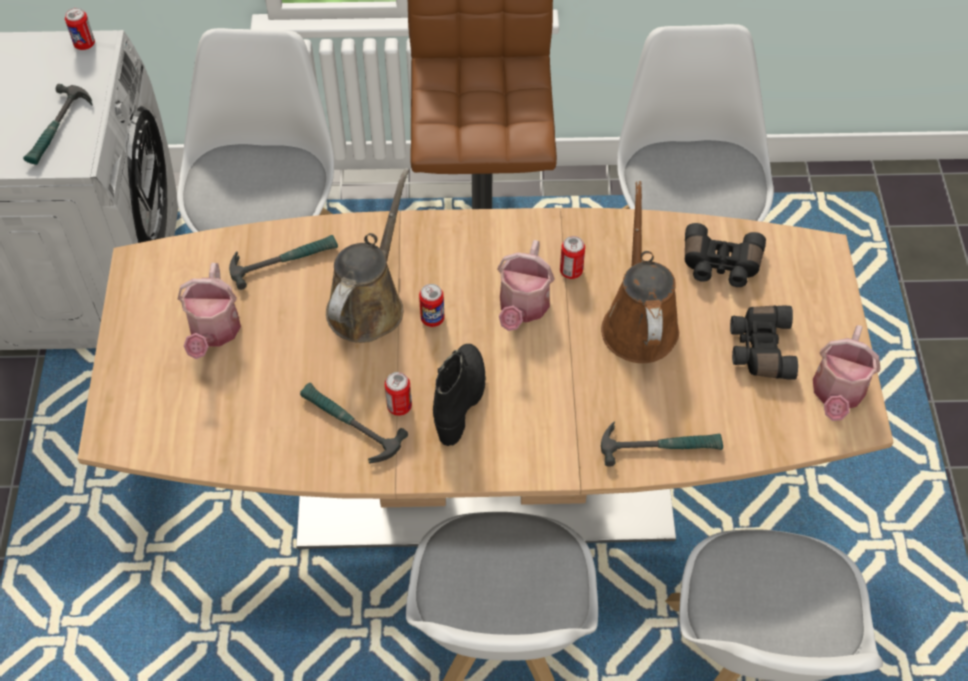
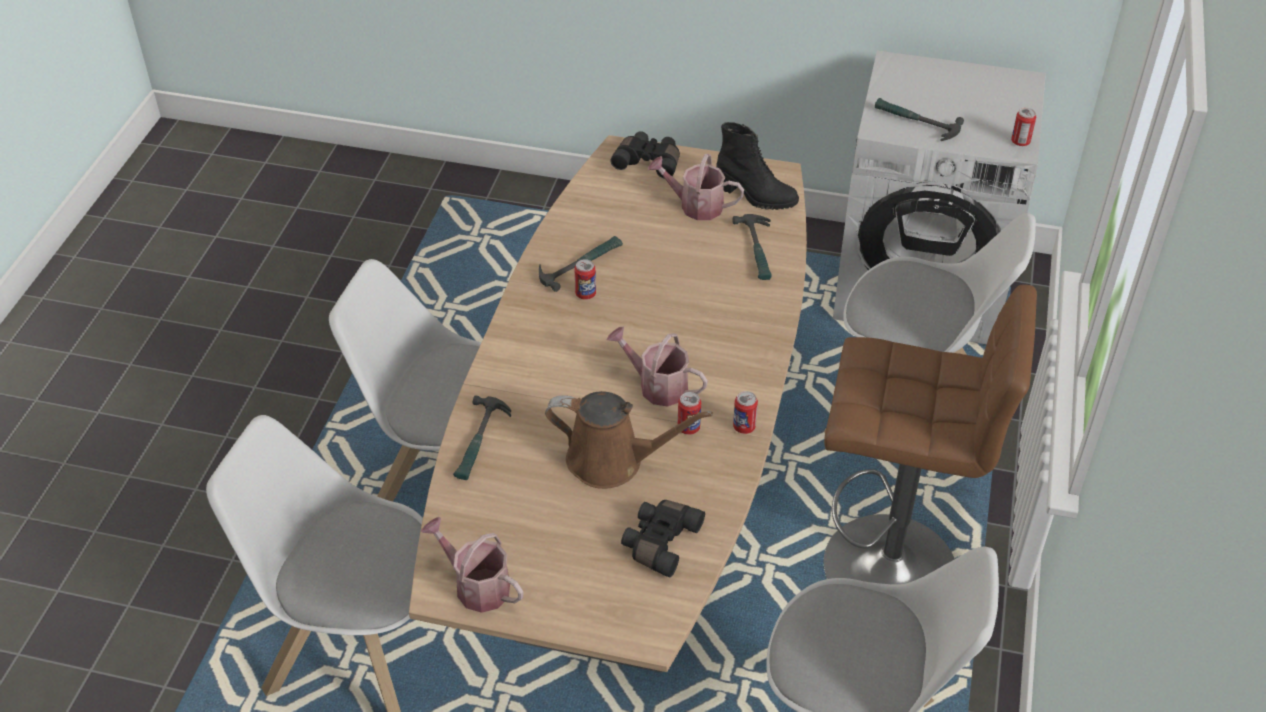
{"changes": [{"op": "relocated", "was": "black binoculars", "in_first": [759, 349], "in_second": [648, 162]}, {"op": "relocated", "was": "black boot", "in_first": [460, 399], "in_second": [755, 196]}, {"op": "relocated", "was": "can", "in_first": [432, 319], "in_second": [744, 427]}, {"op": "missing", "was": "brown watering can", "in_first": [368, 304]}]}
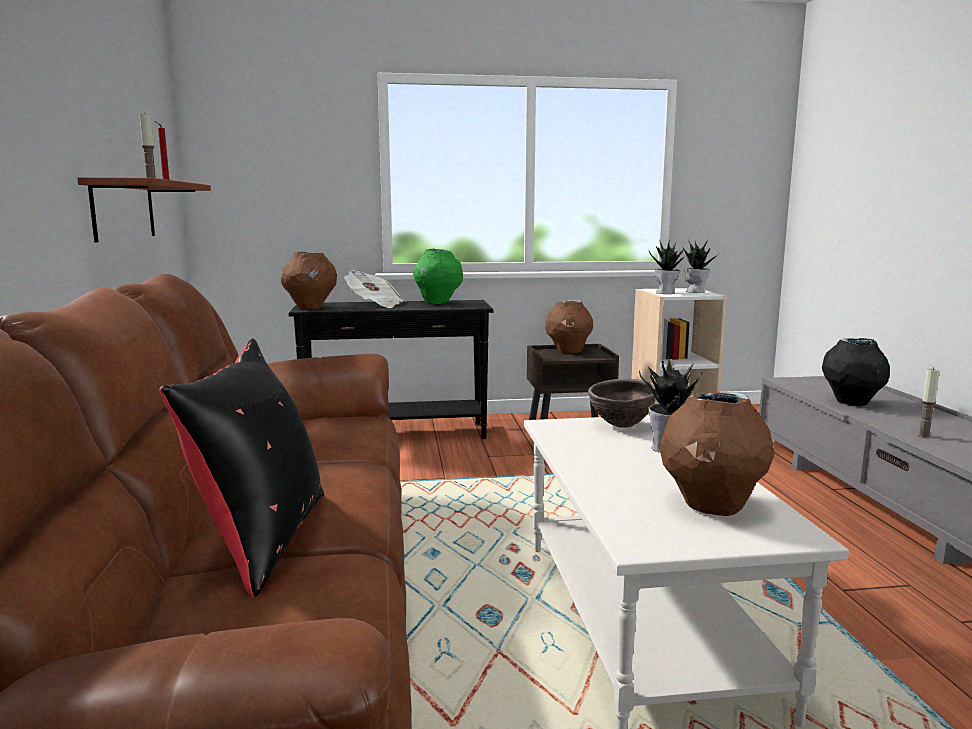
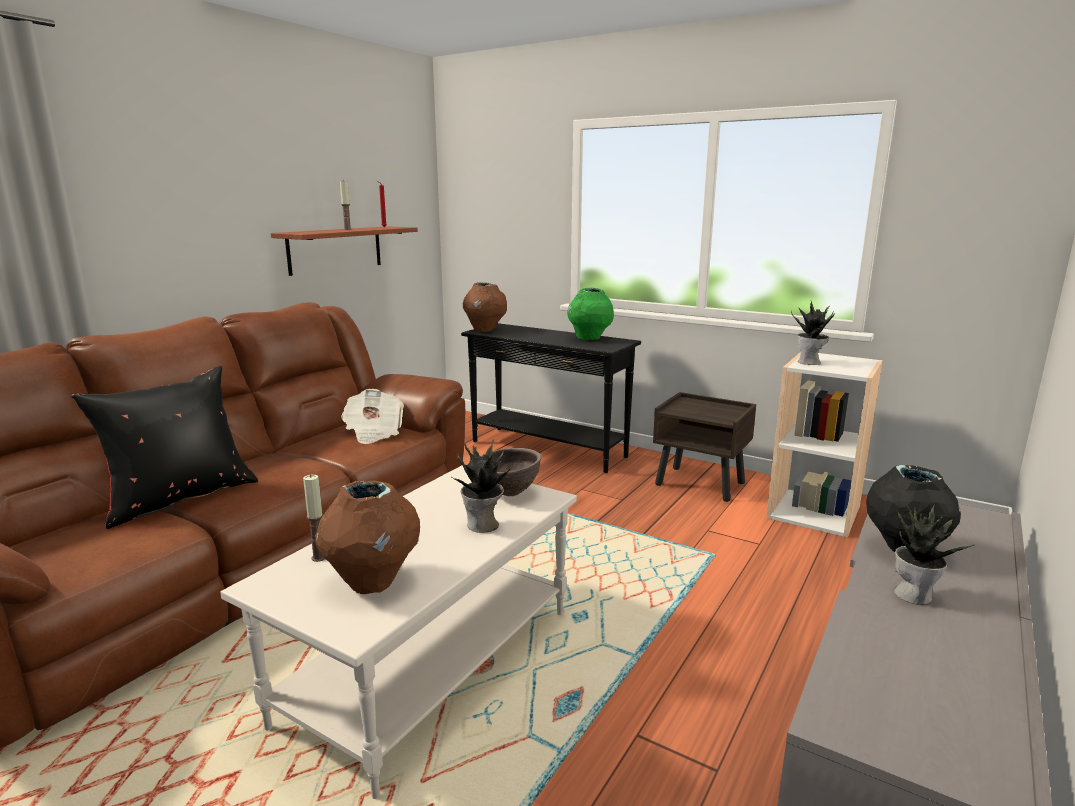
{"changes": [{"op": "relocated", "was": "candle", "in_first": [924, 436], "in_second": [319, 557]}, {"op": "relocated", "was": "newspaper", "in_first": [374, 305], "in_second": [373, 432]}, {"op": "relocated", "was": "potted plant", "in_first": [695, 291], "in_second": [914, 594]}, {"op": "missing", "was": "brown vase", "in_first": [568, 351]}]}
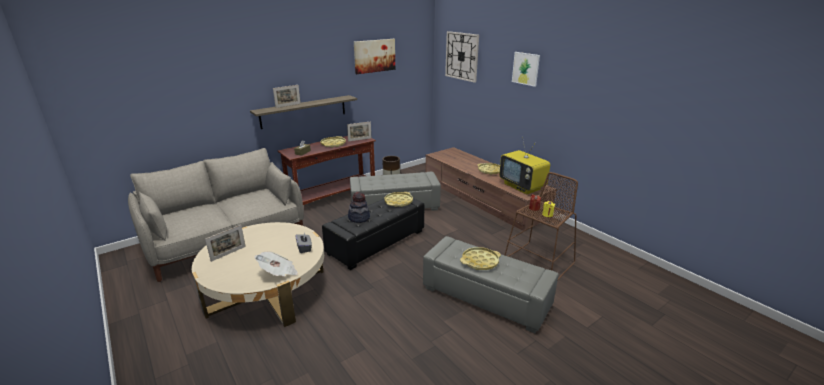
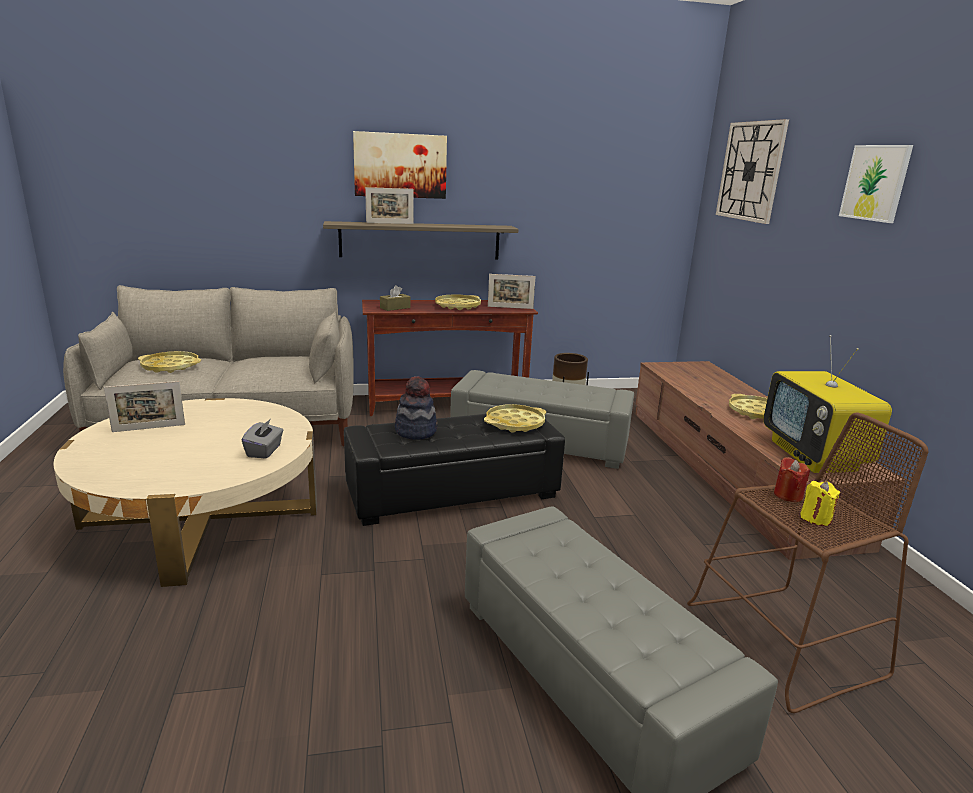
{"changes": [{"op": "relocated", "was": "yellow tray", "in_first": [480, 261], "in_second": [170, 366]}, {"op": "relocated", "was": "picture", "in_first": [374, 56], "in_second": [400, 165]}, {"op": "missing", "was": "newspaper", "in_first": [278, 273]}]}
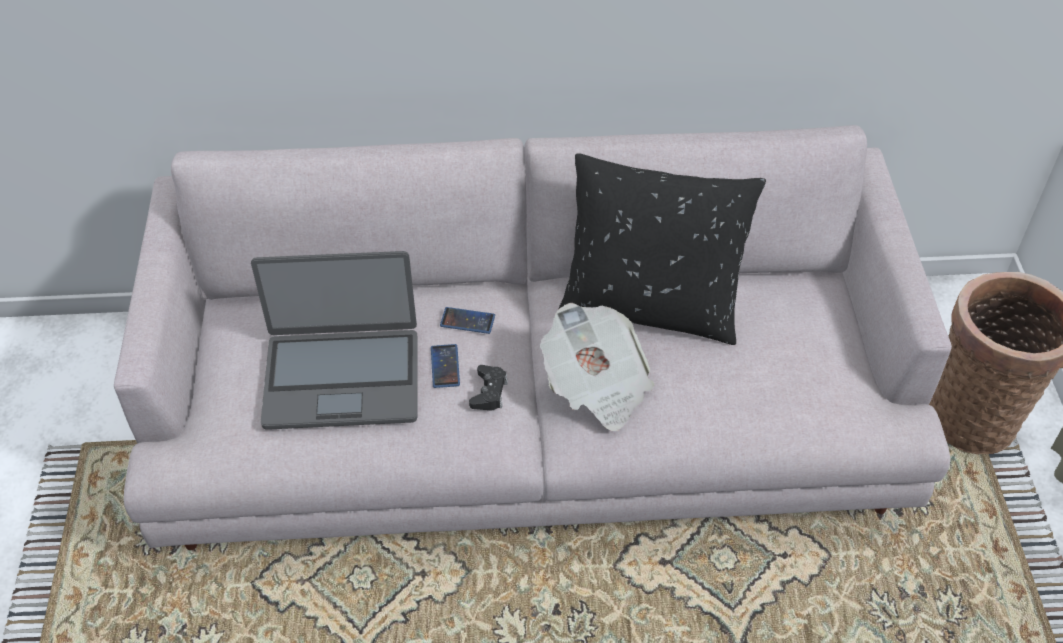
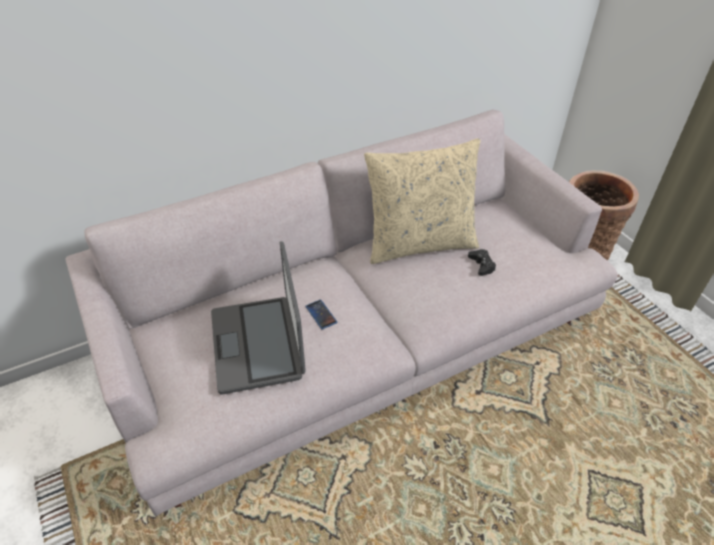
{"changes": [{"op": "spun", "was": "laptop", "in_first": [342, 378], "in_second": [258, 344], "clockwise": 105}, {"op": "colour", "was": "black pillow", "now": "beige pillow", "in_first": [650, 307], "in_second": [419, 243]}, {"op": "relocated", "was": "black game controller", "in_first": [489, 392], "in_second": [481, 265]}, {"op": "missing", "was": "phone", "in_first": [467, 321]}, {"op": "missing", "was": "newspaper", "in_first": [596, 385]}]}
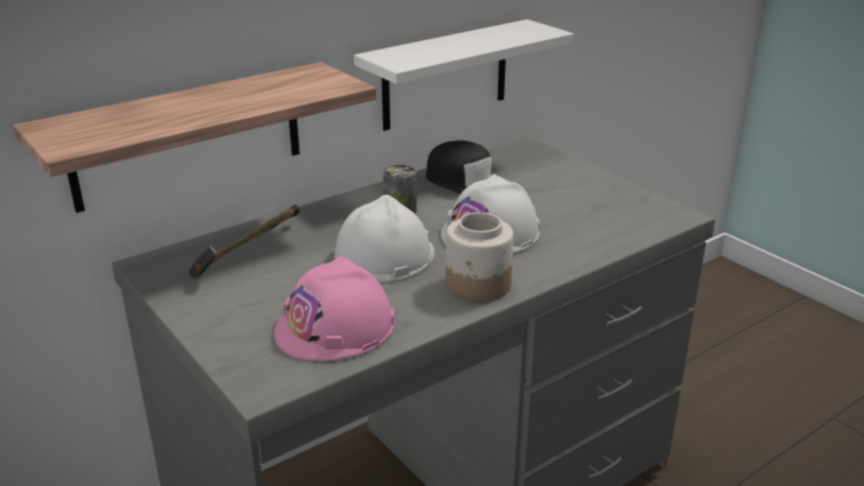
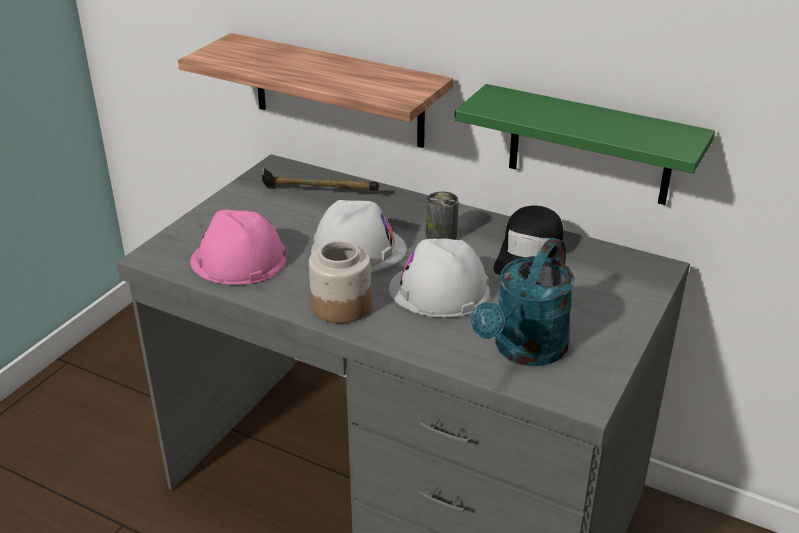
{"changes": [{"op": "colour", "was": "white shelf", "now": "green shelf", "in_first": [445, 75], "in_second": [589, 146]}, {"op": "appeared", "now": "turquoise watering can", "in_second": [524, 351]}]}
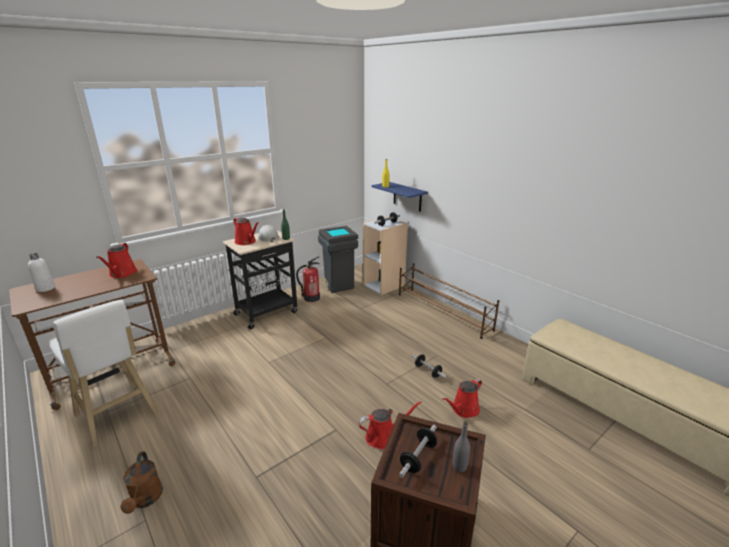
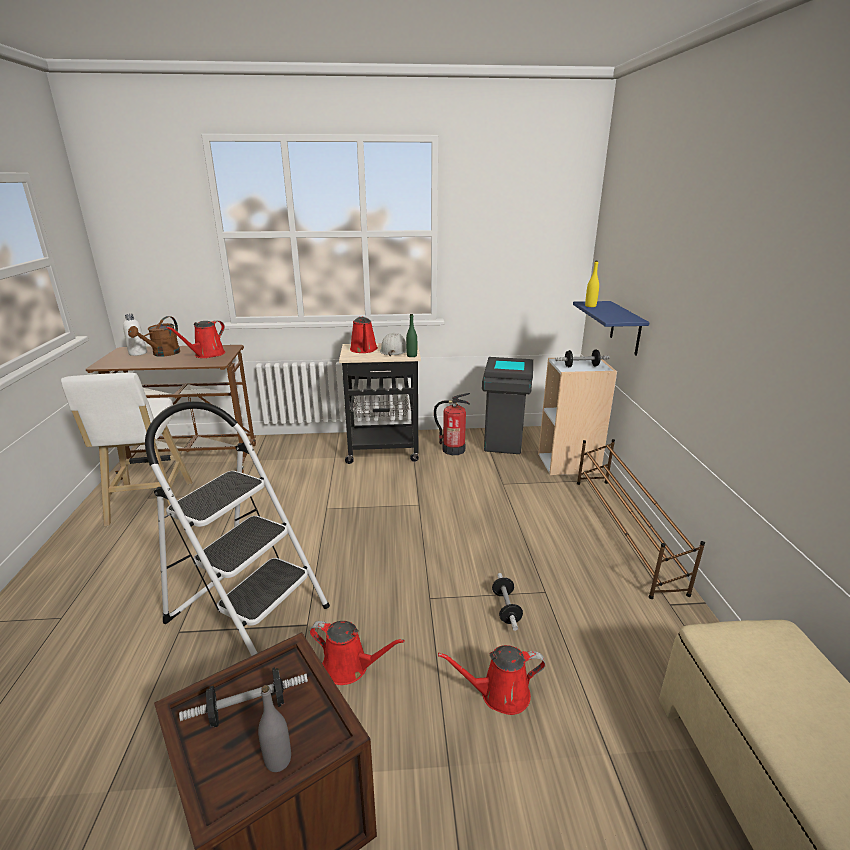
{"changes": [{"op": "relocated", "was": "brown watering can", "in_first": [146, 499], "in_second": [162, 354]}, {"op": "appeared", "now": "step ladder", "in_second": [245, 612]}]}
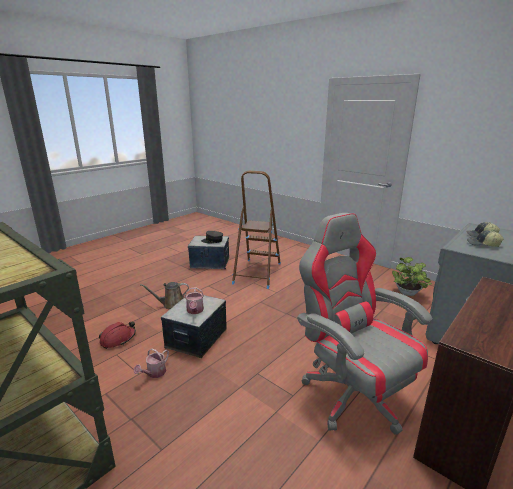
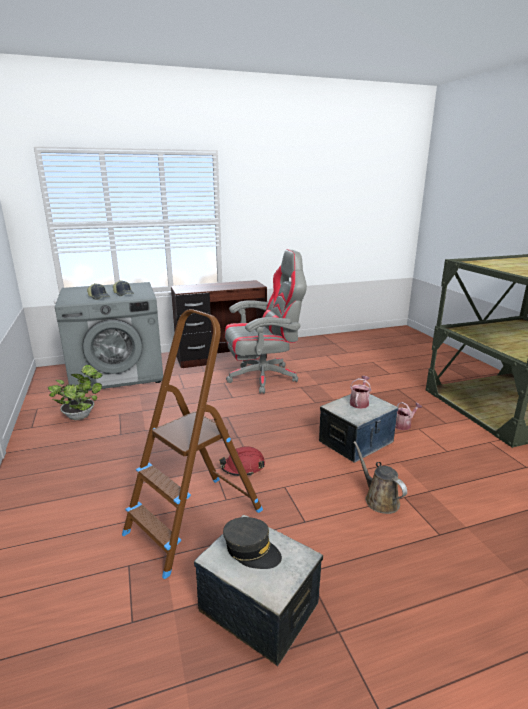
{"changes": [{"op": "relocated", "was": "red hard hat", "in_first": [118, 339], "in_second": [243, 467]}, {"op": "spun", "was": "grey office chair", "in_first": [354, 396], "in_second": [262, 377], "clockwise": -105}, {"op": "spun", "was": "brown watering can", "in_first": [171, 305], "in_second": [379, 499], "clockwise": -135}]}
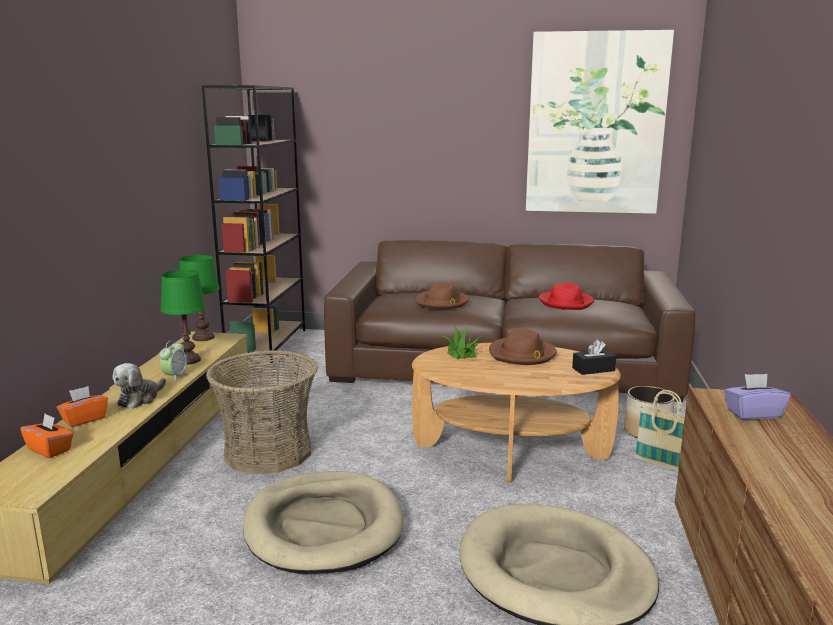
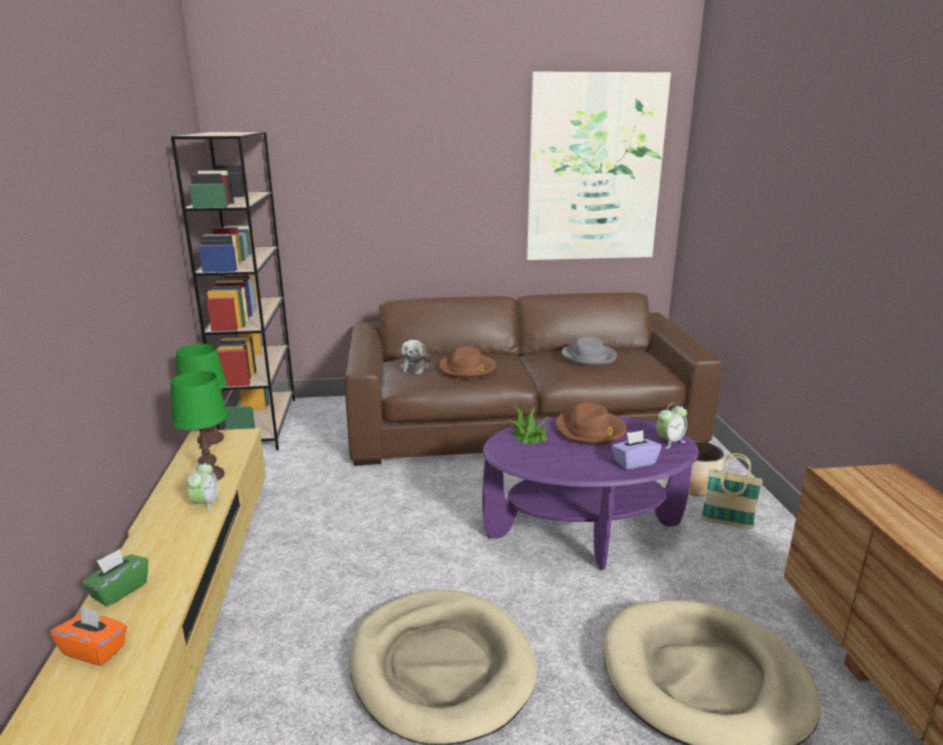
{"changes": [{"op": "colour", "was": "orange tissue box", "now": "green tissue box", "in_first": [84, 419], "in_second": [119, 590]}, {"op": "relocated", "was": "plush toy", "in_first": [140, 398], "in_second": [416, 367]}, {"op": "colour", "was": "brown coffee table", "now": "purple coffee table", "in_first": [510, 452], "in_second": [584, 531]}, {"op": "colour", "was": "red hat", "now": "grey hat", "in_first": [566, 303], "in_second": [589, 357]}, {"op": "relocated", "was": "purple tissue box", "in_first": [753, 413], "in_second": [634, 462]}, {"op": "exchanged", "was": "black tissue box", "now": "alarm clock", "in_first": [593, 369], "in_second": [669, 442]}, {"op": "missing", "was": "basket", "in_first": [268, 452]}]}
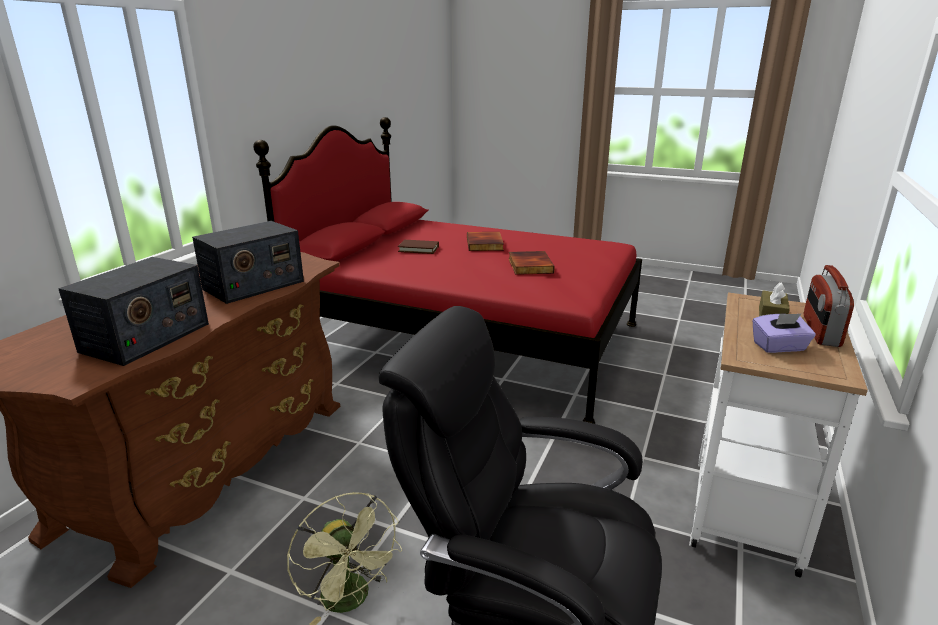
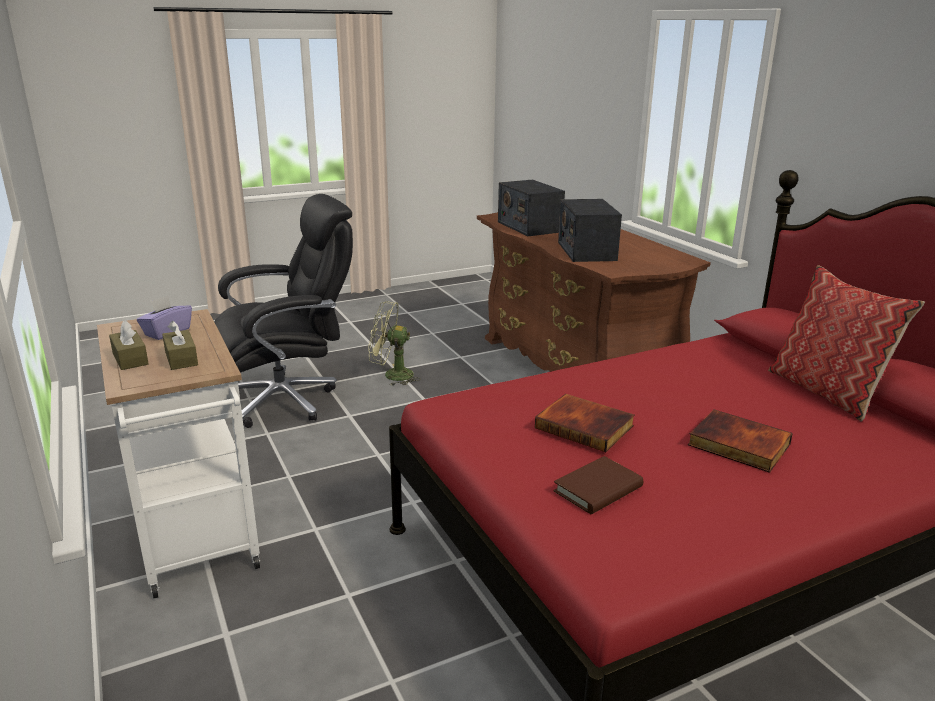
{"changes": [{"op": "exchanged", "was": "radio", "now": "brown tissue box", "in_first": [820, 331], "in_second": [130, 359]}, {"op": "relocated", "was": "brown book", "in_first": [418, 249], "in_second": [598, 489]}, {"op": "appeared", "now": "pillow", "in_second": [827, 392]}]}
